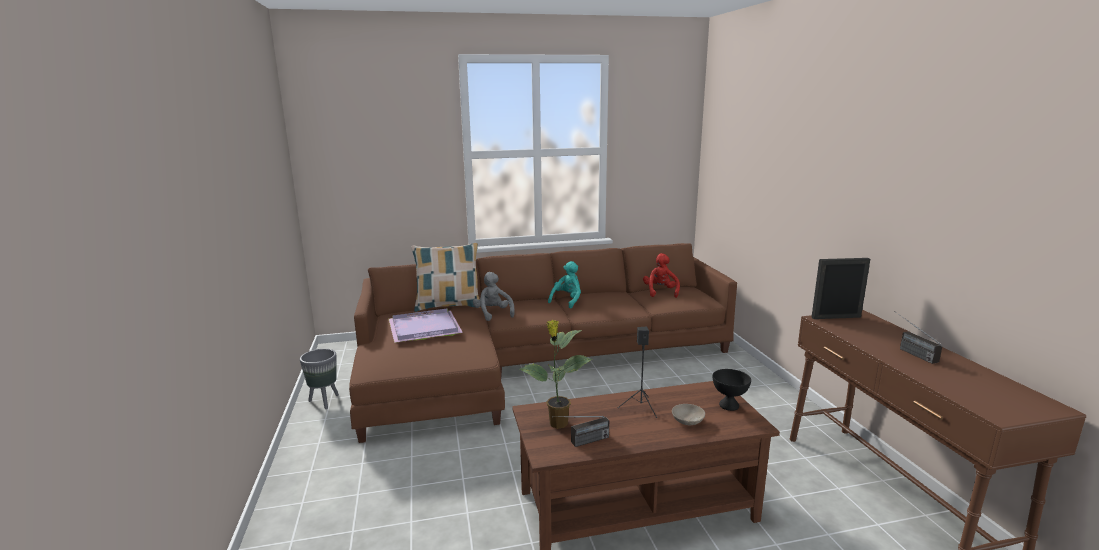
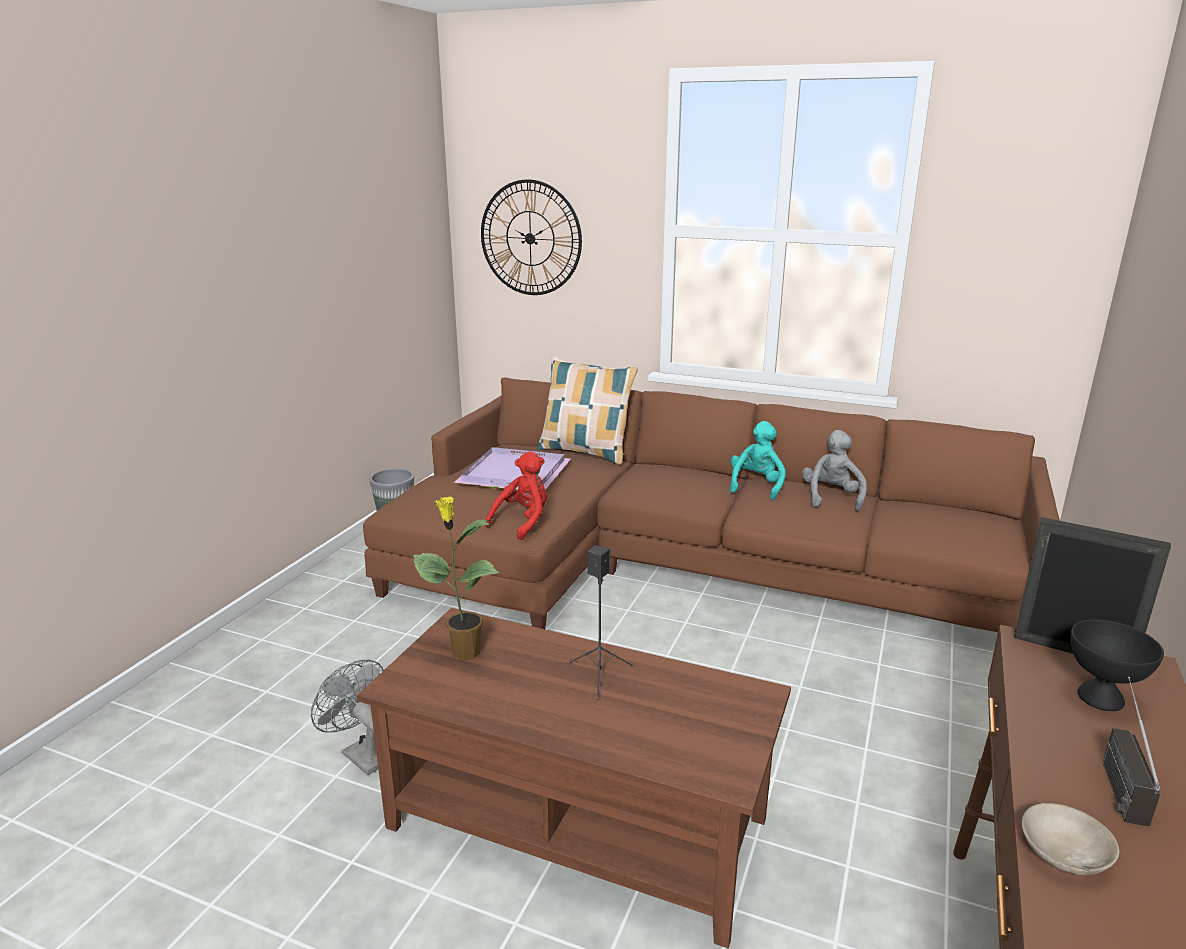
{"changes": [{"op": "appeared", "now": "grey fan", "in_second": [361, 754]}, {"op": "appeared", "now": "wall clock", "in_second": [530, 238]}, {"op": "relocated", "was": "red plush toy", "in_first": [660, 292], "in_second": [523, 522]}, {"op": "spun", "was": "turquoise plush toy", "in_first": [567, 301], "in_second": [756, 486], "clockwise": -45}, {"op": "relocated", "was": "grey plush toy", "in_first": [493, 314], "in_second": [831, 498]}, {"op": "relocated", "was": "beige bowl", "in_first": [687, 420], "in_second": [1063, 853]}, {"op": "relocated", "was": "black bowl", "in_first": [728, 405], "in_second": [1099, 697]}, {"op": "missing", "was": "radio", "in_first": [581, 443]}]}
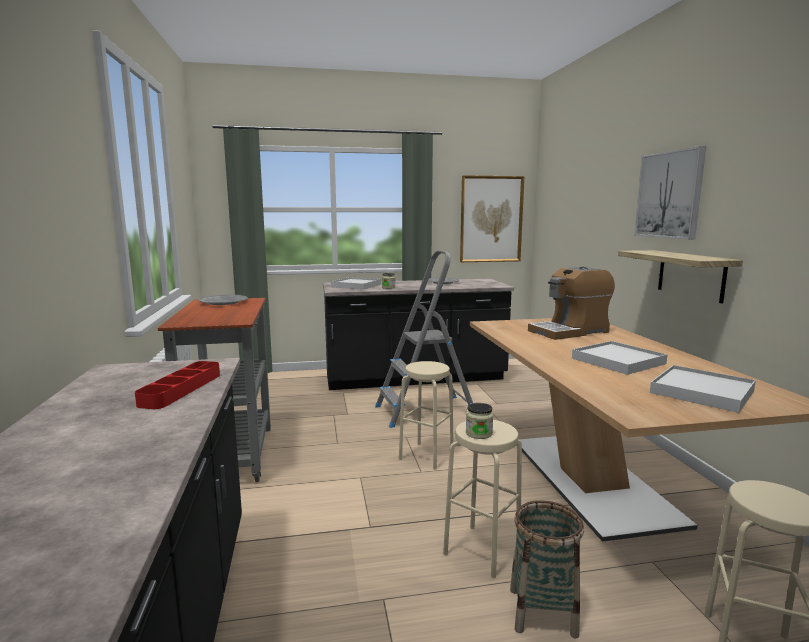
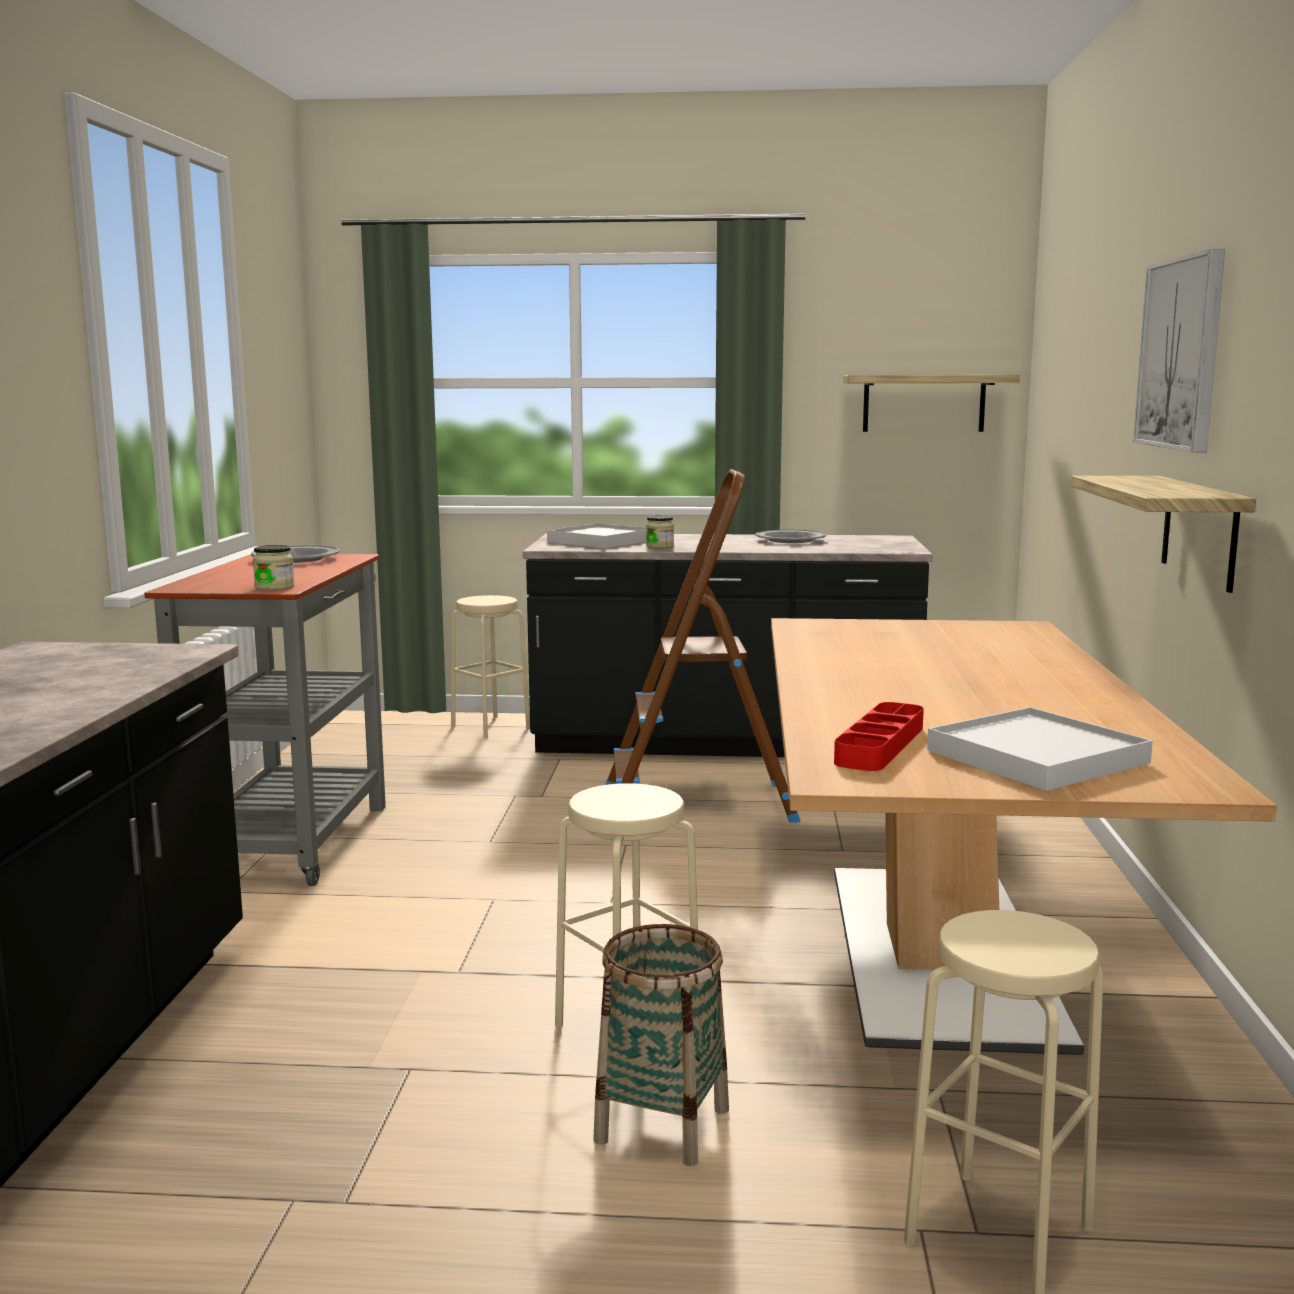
{"changes": [{"op": "relocated", "was": "jar", "in_first": [479, 433], "in_second": [274, 587]}, {"op": "relocated", "was": "beige stool", "in_first": [426, 455], "in_second": [490, 727]}, {"op": "colour", "was": "grey step ladder", "now": "brown step ladder", "in_first": [424, 411], "in_second": [695, 804]}, {"op": "relocated", "was": "red tray", "in_first": [181, 389], "in_second": [880, 745]}, {"op": "exchanged", "was": "picture", "now": "shelf", "in_first": [491, 219], "in_second": [923, 403]}, {"op": "missing", "was": "coffee machine", "in_first": [569, 331]}, {"op": "missing", "was": "white tray", "in_first": [617, 361]}]}
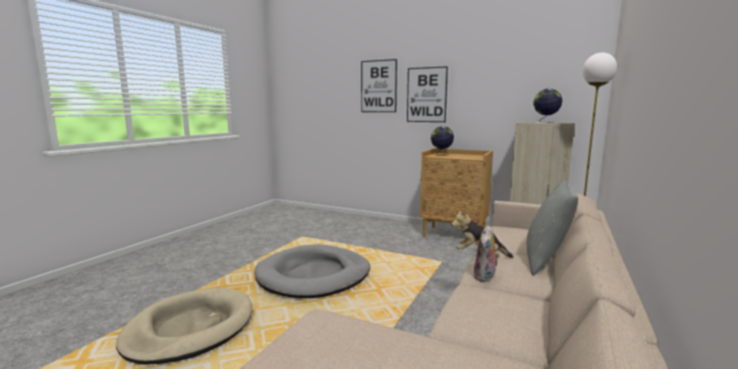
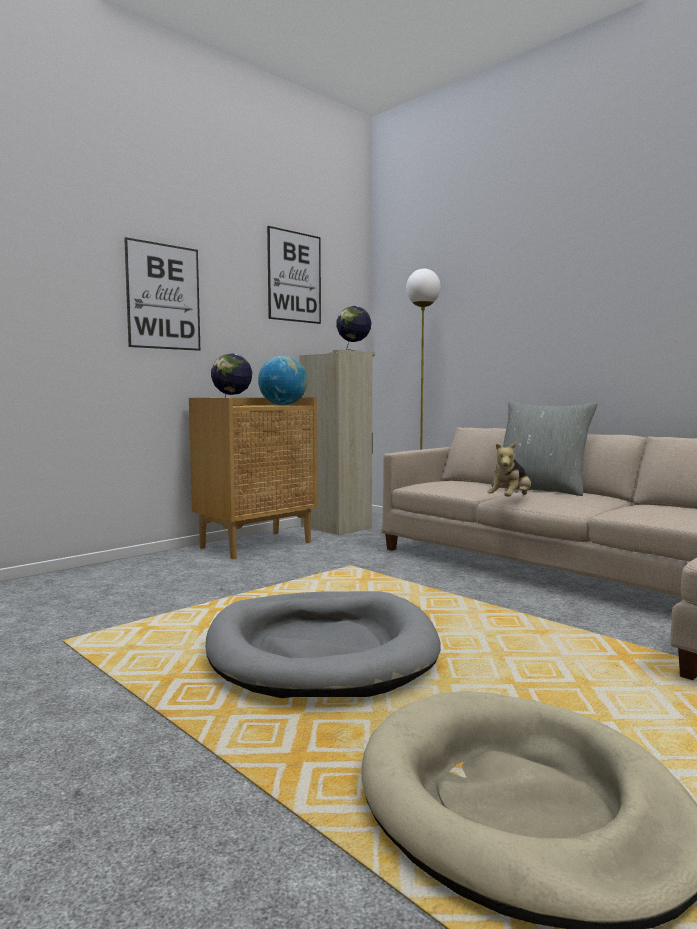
{"changes": [{"op": "appeared", "now": "globe", "in_second": [283, 405]}, {"op": "relocated", "was": "picture", "in_first": [378, 86], "in_second": [294, 277]}, {"op": "missing", "was": "plush toy", "in_first": [485, 277]}]}
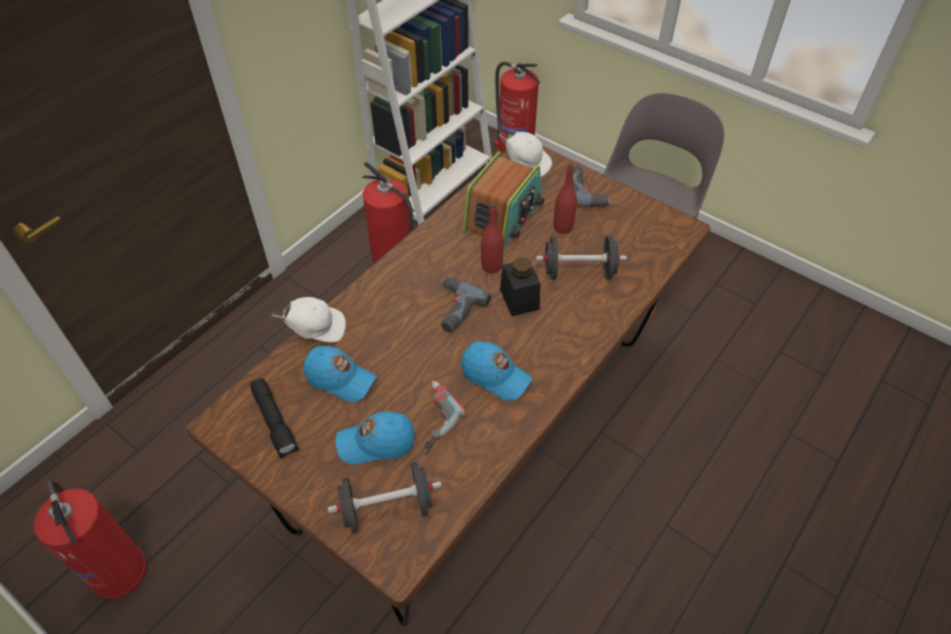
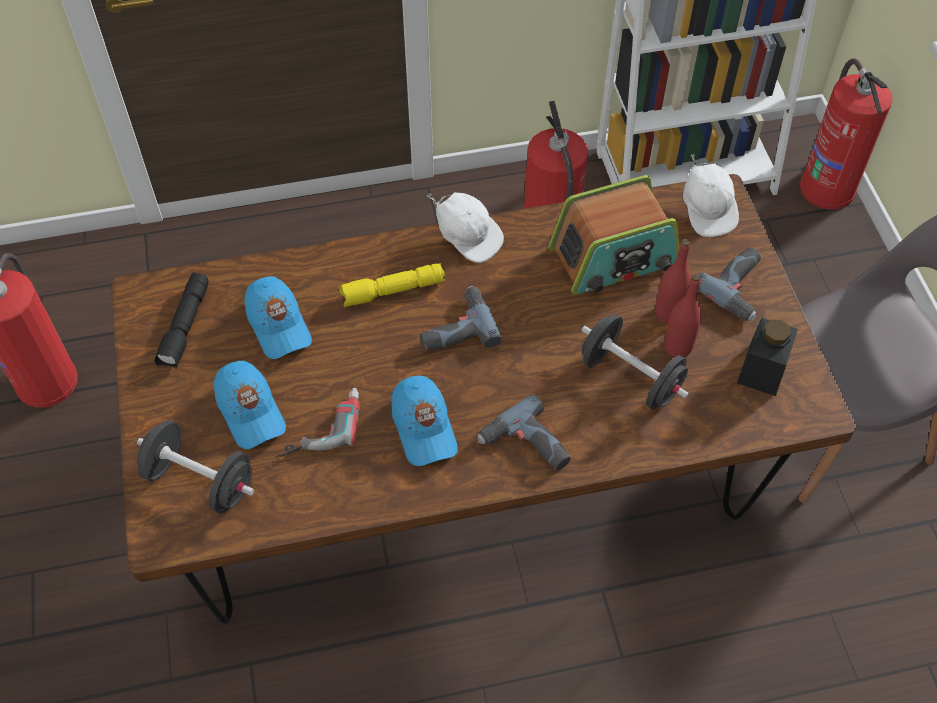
{"changes": [{"op": "spun", "was": "blue cap", "in_first": [376, 443], "in_second": [250, 412], "clockwise": -150}, {"op": "appeared", "now": "yellow flashlight", "in_second": [392, 292]}, {"op": "relocated", "was": "white cap", "in_first": [316, 329], "in_second": [467, 237]}, {"op": "appeared", "now": "power drill", "in_second": [525, 447]}, {"op": "relocated", "was": "red bottle", "in_first": [491, 266], "in_second": [677, 347]}, {"op": "relocated", "was": "black jar", "in_first": [519, 299], "in_second": [762, 370]}]}
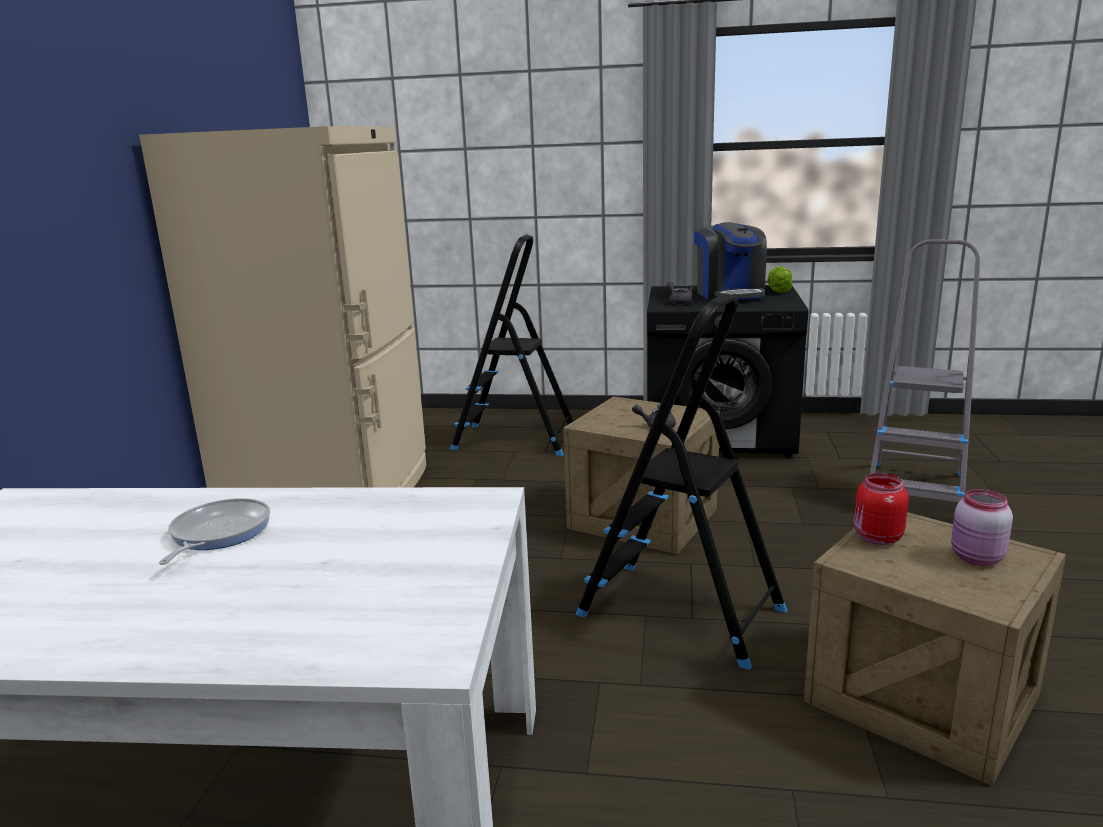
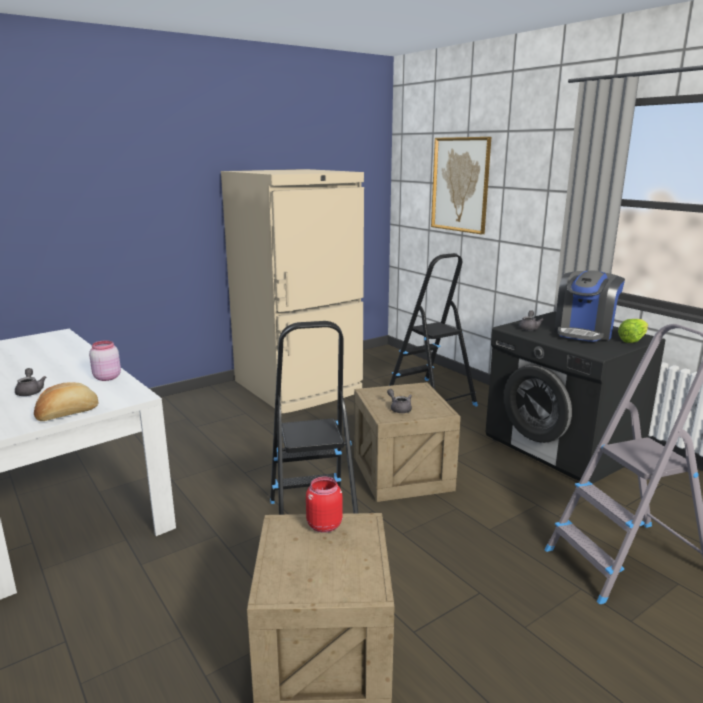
{"changes": [{"op": "appeared", "now": "grey teapot", "in_second": [30, 391]}, {"op": "appeared", "now": "bread", "in_second": [68, 414]}, {"op": "relocated", "was": "pink jar", "in_first": [976, 558], "in_second": [106, 377]}, {"op": "appeared", "now": "picture", "in_second": [460, 184]}, {"op": "missing", "was": "frying pan", "in_first": [217, 533]}]}
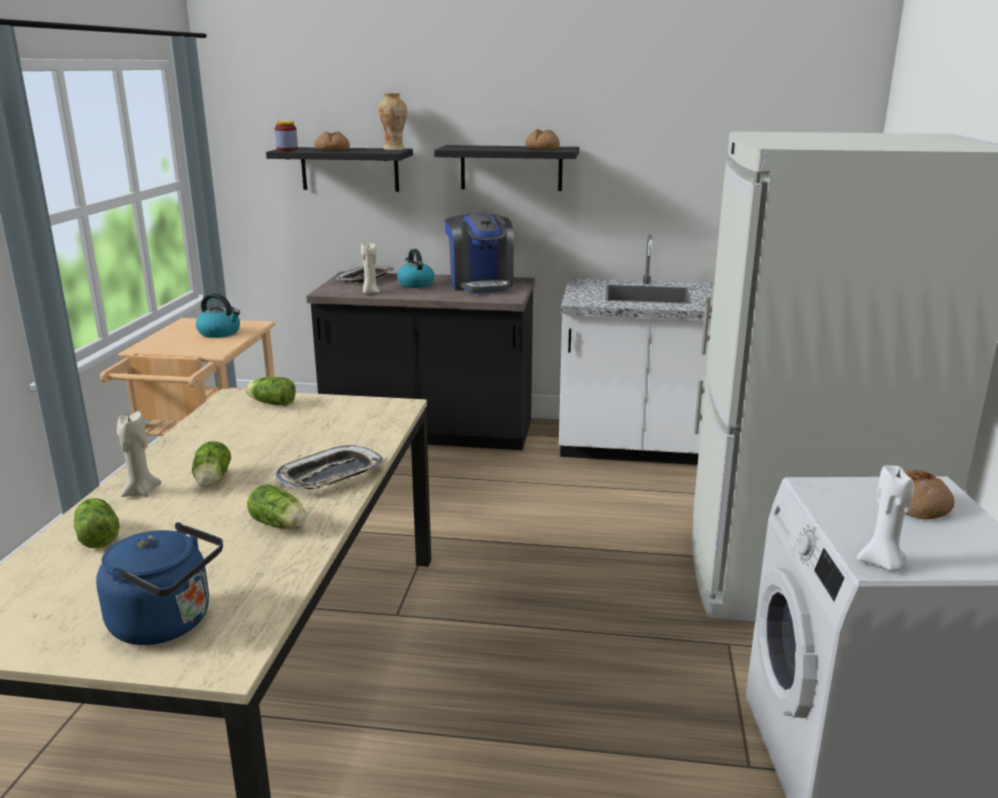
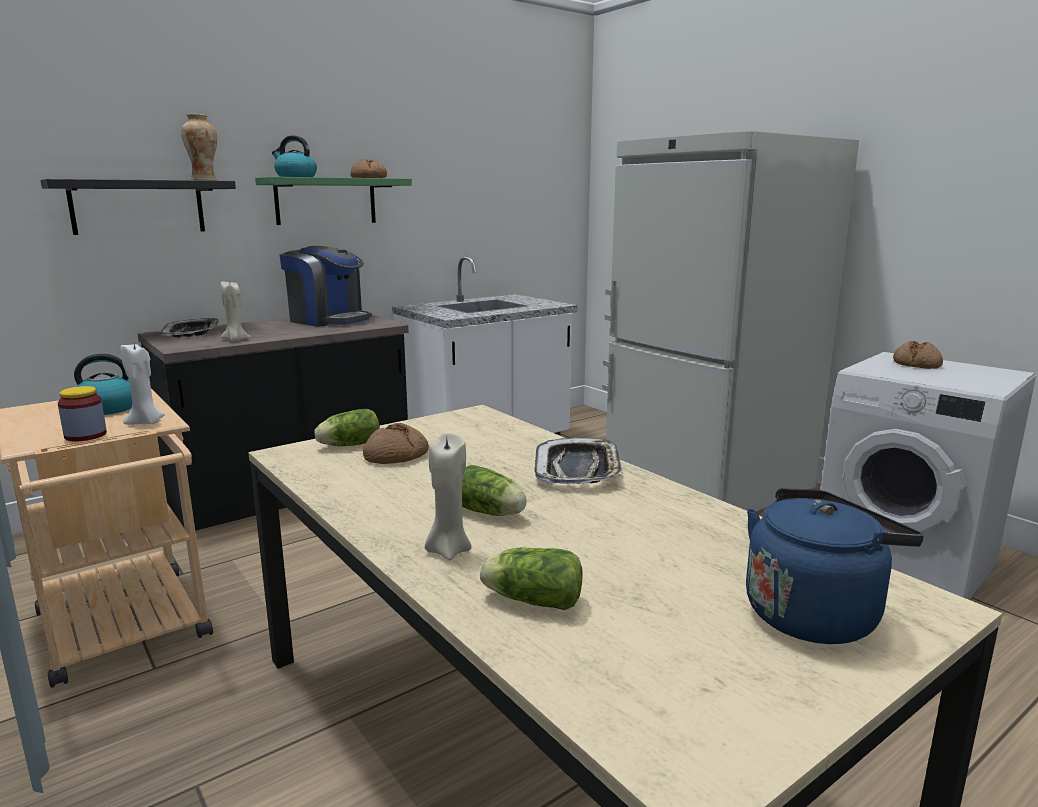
{"changes": [{"op": "relocated", "was": "jar", "in_first": [287, 149], "in_second": [85, 435]}, {"op": "relocated", "was": "white candle", "in_first": [882, 563], "in_second": [146, 423]}, {"op": "colour", "was": "black shelf", "now": "green shelf", "in_first": [511, 168], "in_second": [326, 201]}, {"op": "relocated", "was": "kettle", "in_first": [415, 284], "in_second": [295, 177]}, {"op": "relocated", "was": "bread", "in_first": [332, 149], "in_second": [396, 456]}, {"op": "missing", "was": "lettuce", "in_first": [280, 525]}]}
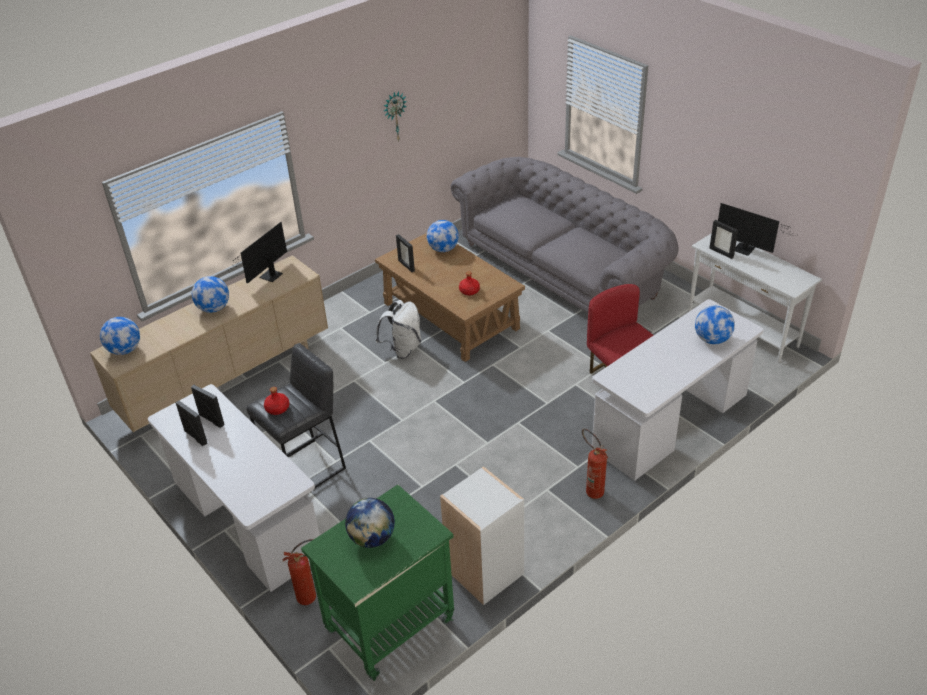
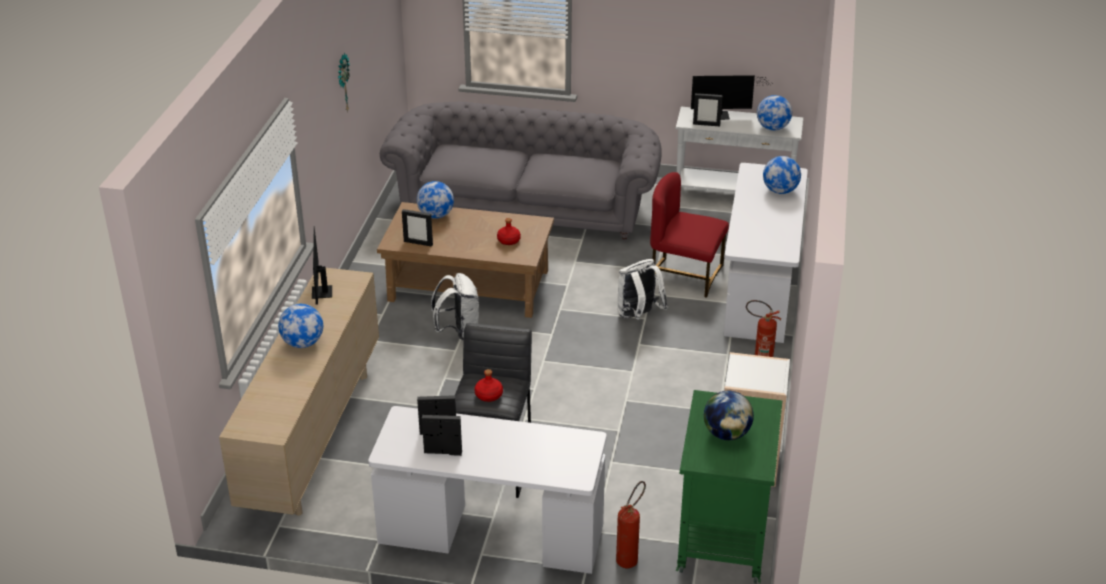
{"changes": [{"op": "appeared", "now": "white backpack", "in_second": [638, 316]}, {"op": "relocated", "was": "globe", "in_first": [125, 350], "in_second": [772, 128]}]}
